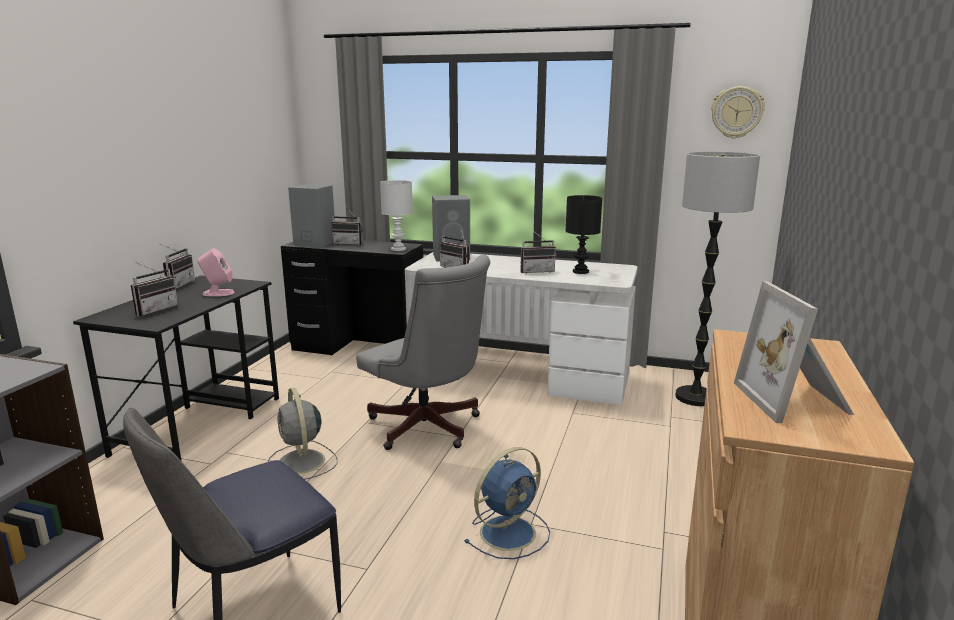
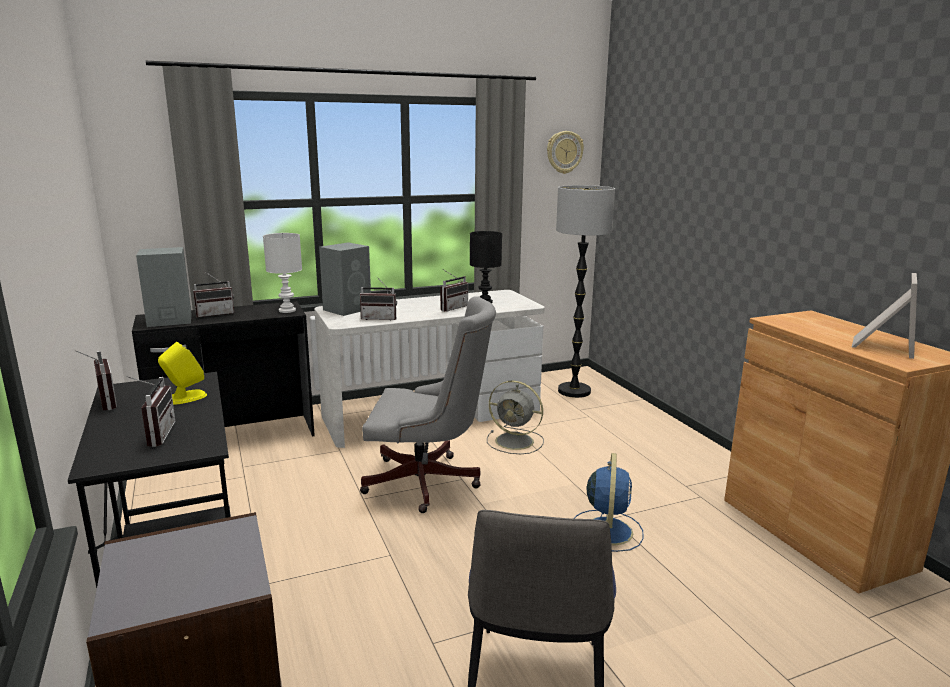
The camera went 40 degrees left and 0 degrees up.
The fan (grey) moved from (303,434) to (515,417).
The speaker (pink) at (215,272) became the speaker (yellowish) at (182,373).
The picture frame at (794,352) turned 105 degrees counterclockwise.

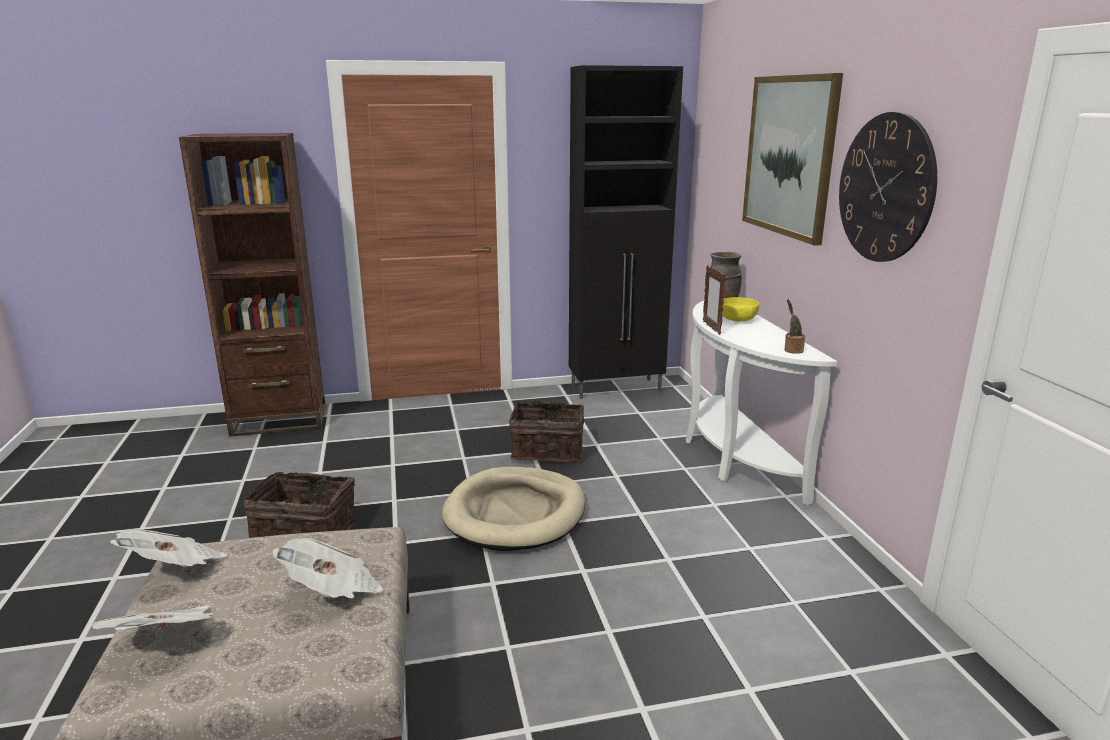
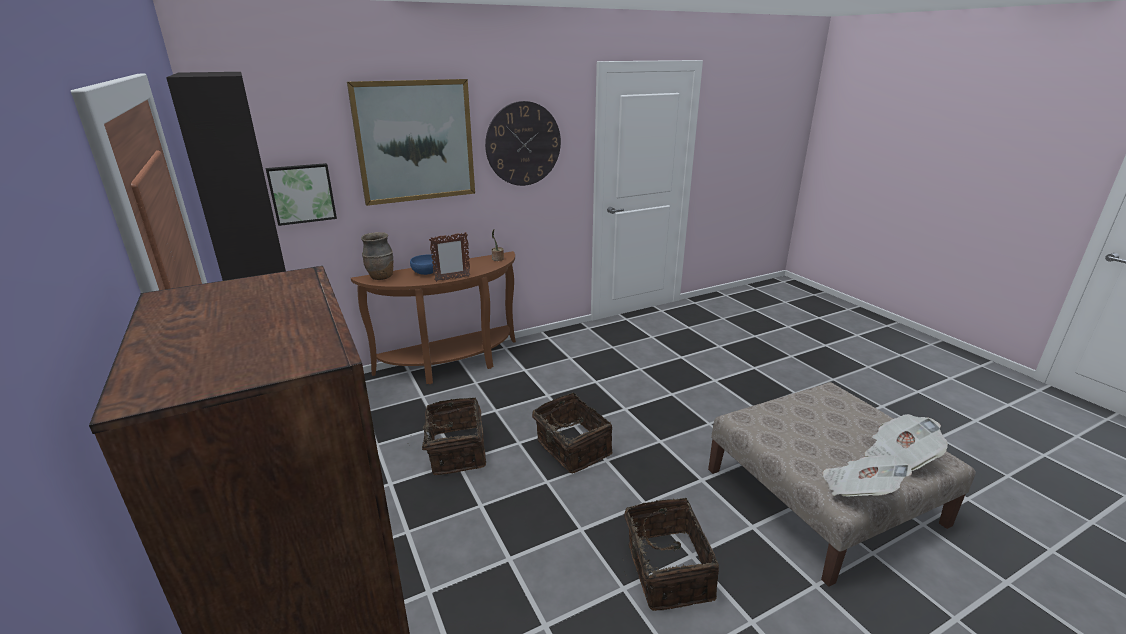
The camera went 105 degrees left and 5 degrees up.
The newspaper at (327,568) disappeared.
The picture at (301,194) appeared.
The dog bed (beige) at (513,509) was replaced by the household basket at (572,433).
The console table (whitish) at (762,403) became the console table (brown-coloured) at (433,317).
The bowl (yellowish) at (740,309) became the bowl (blue-coloured) at (424,264).

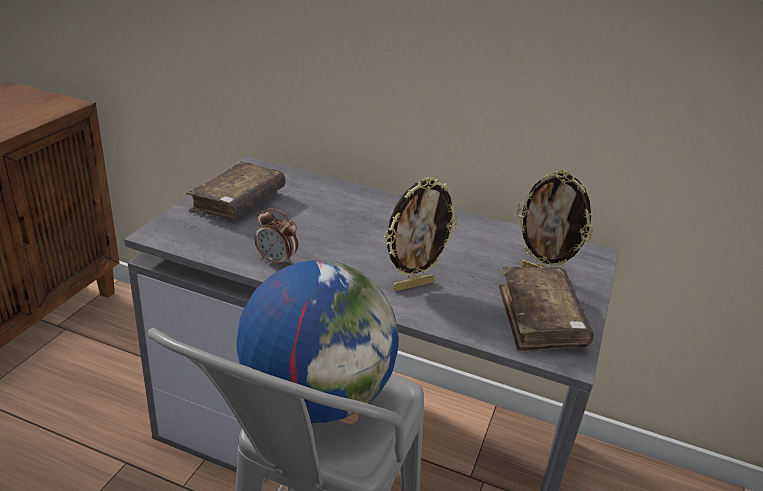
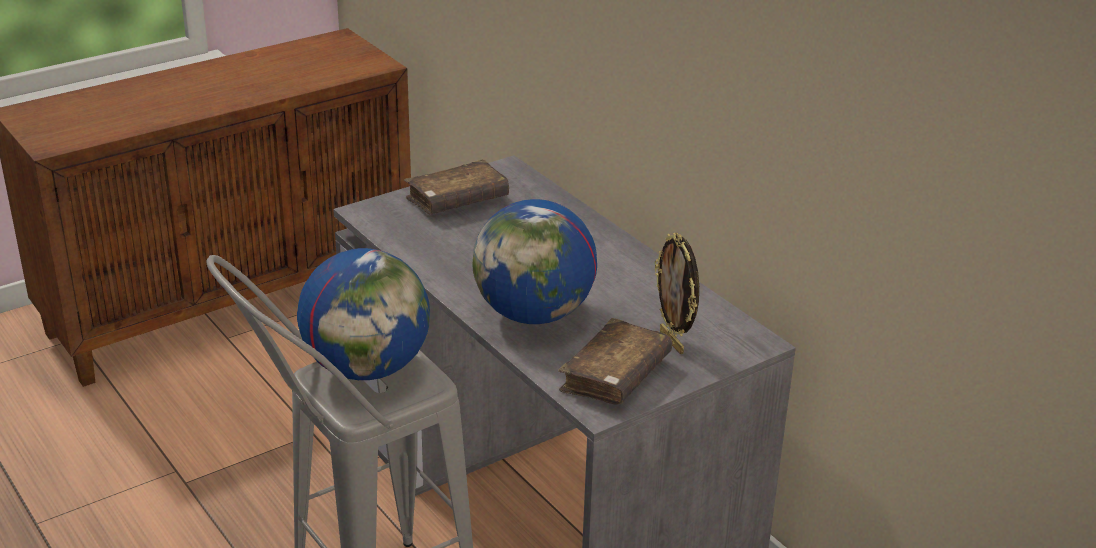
The camera went 35 degrees right and 0 degrees up.
The table clock at (276,238) disappeared.
The picture frame at (421,234) was replaced by the desk globe at (534,261).

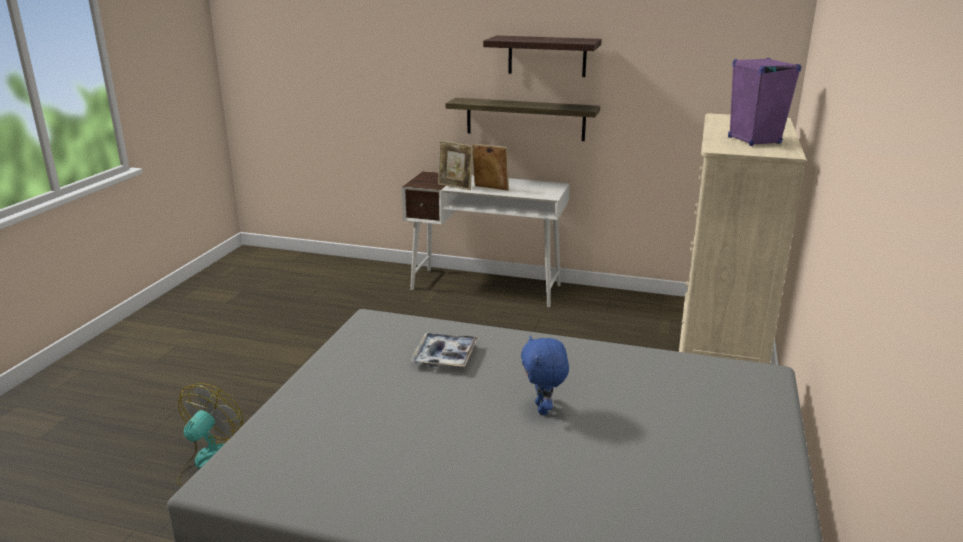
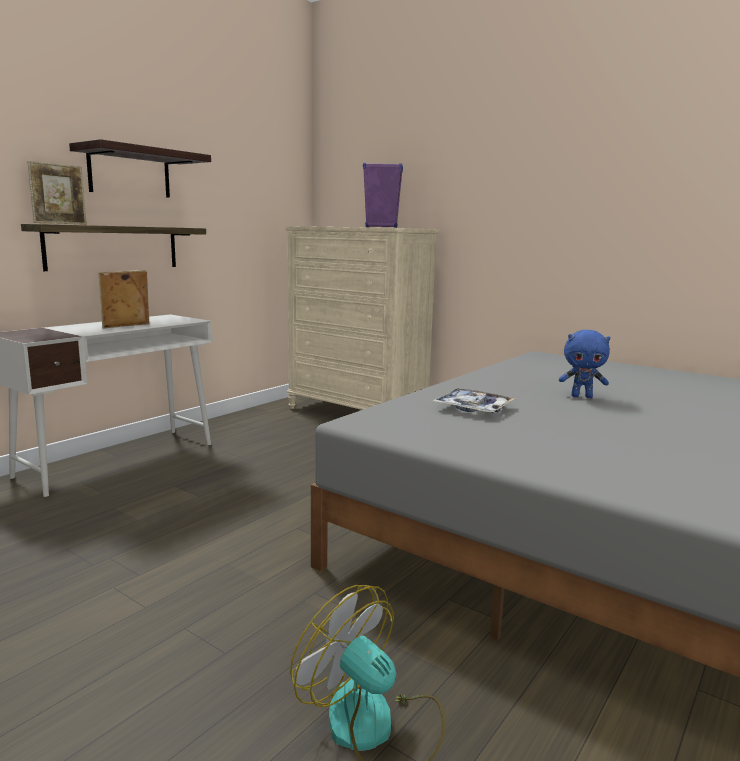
The camera went 70 degrees left and 10 degrees down.
The picture frame moved from (455,165) to (57,193).

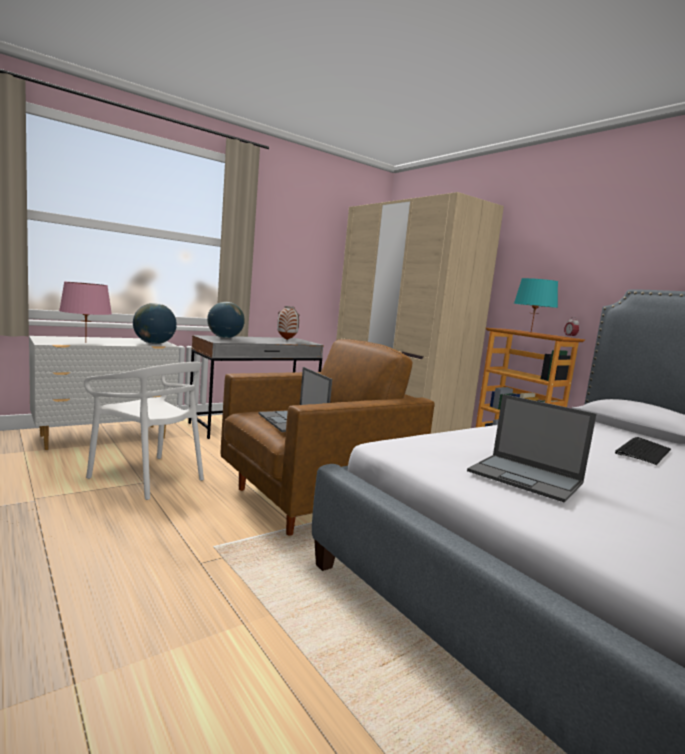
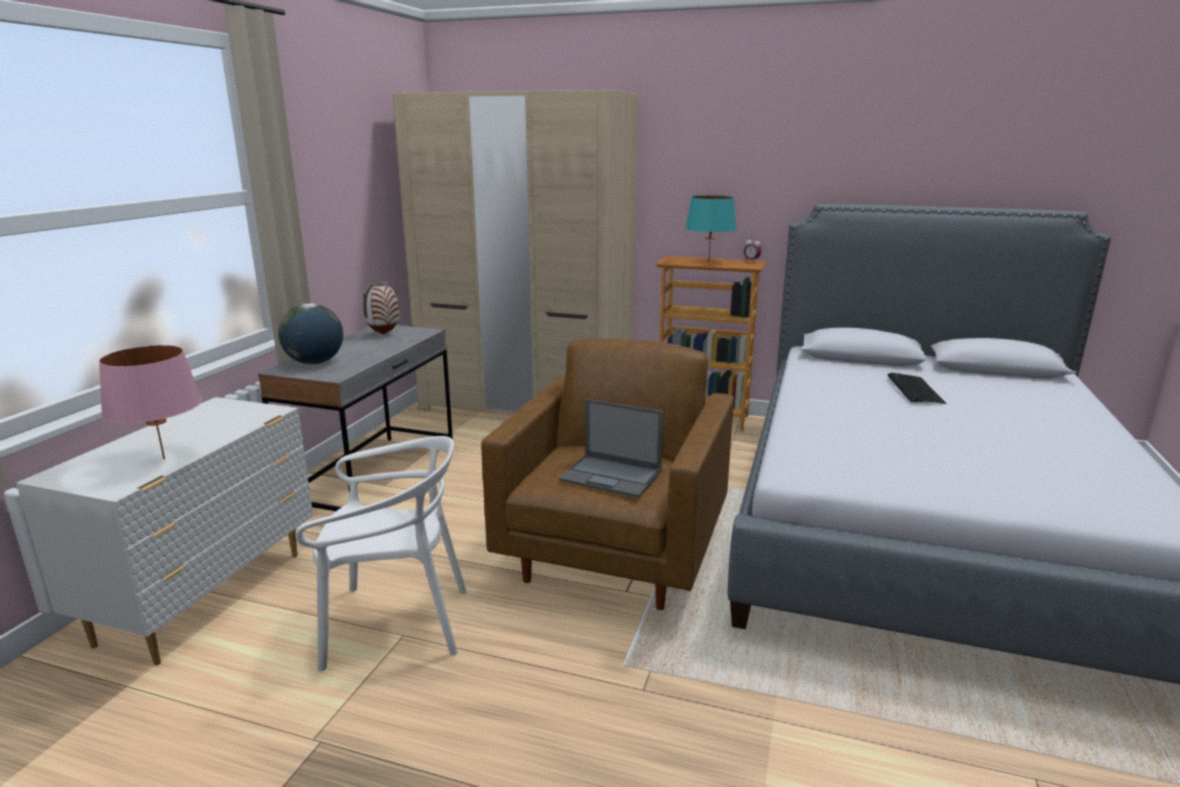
The camera went 35 degrees left and 10 degrees up.
The desk globe at (155,323) disappeared.
The portable computer at (532,448) disappeared.

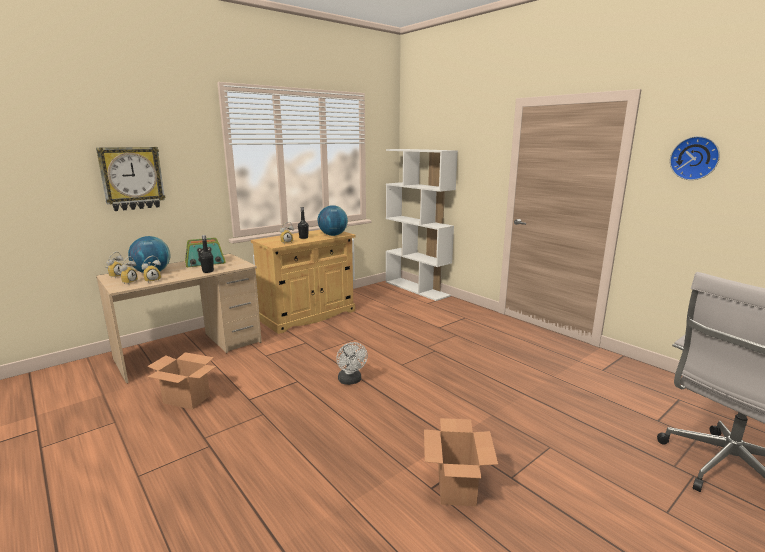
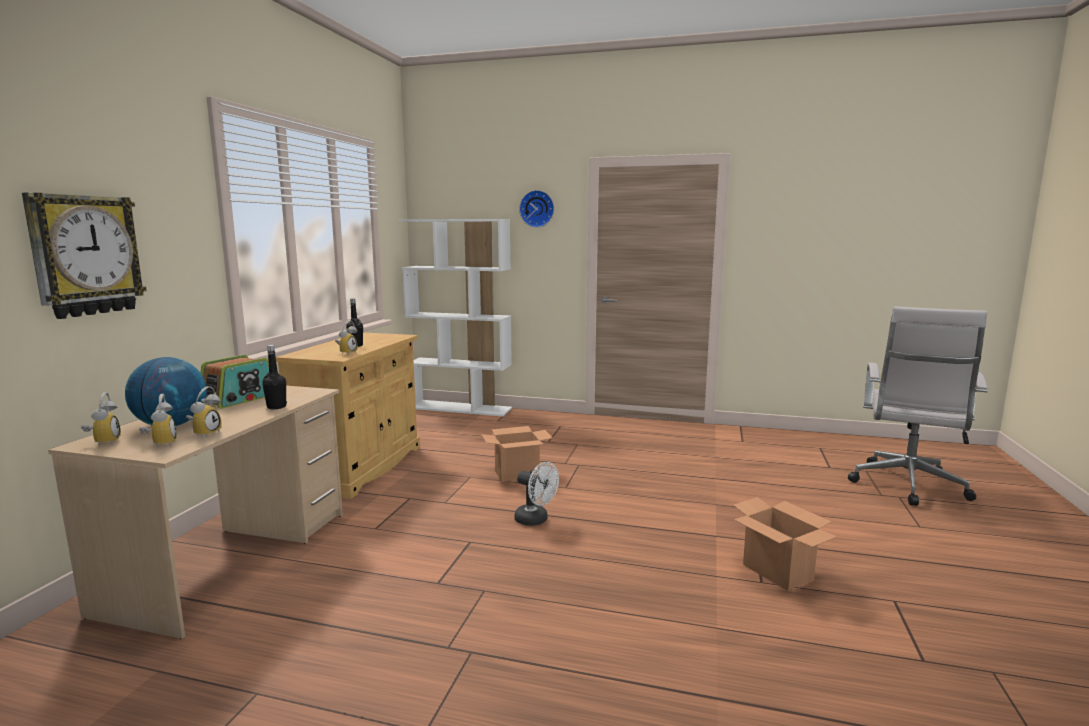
The camera went 35 degrees left and 5 degrees down.
The desk globe at (333,220) disappeared.
The cardboard box moved from (181,381) to (517,454).
The hanging clock moved from (695,158) to (536,209).

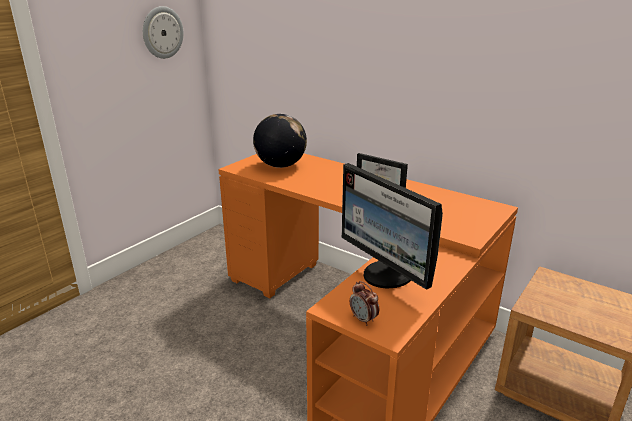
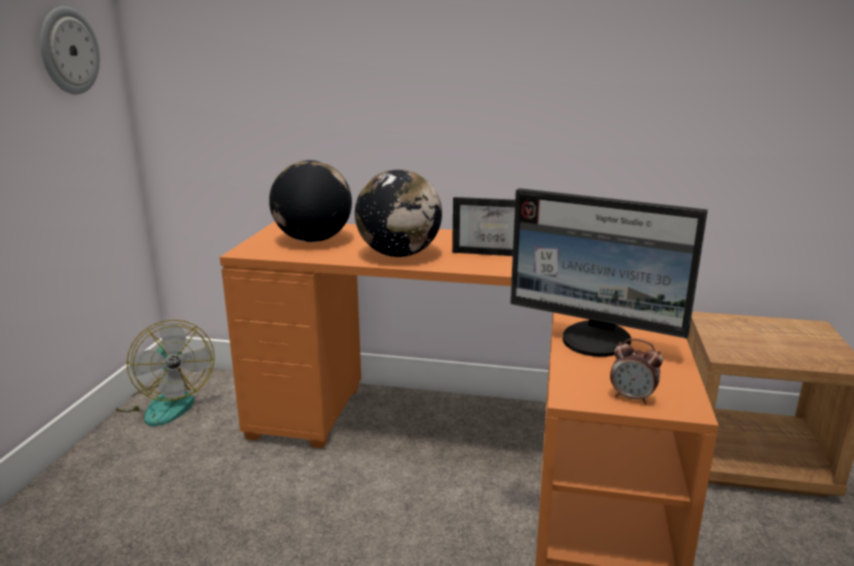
The camera went 25 degrees left and 5 degrees down.
The fan at (165,372) appeared.
The desk globe at (398,213) appeared.

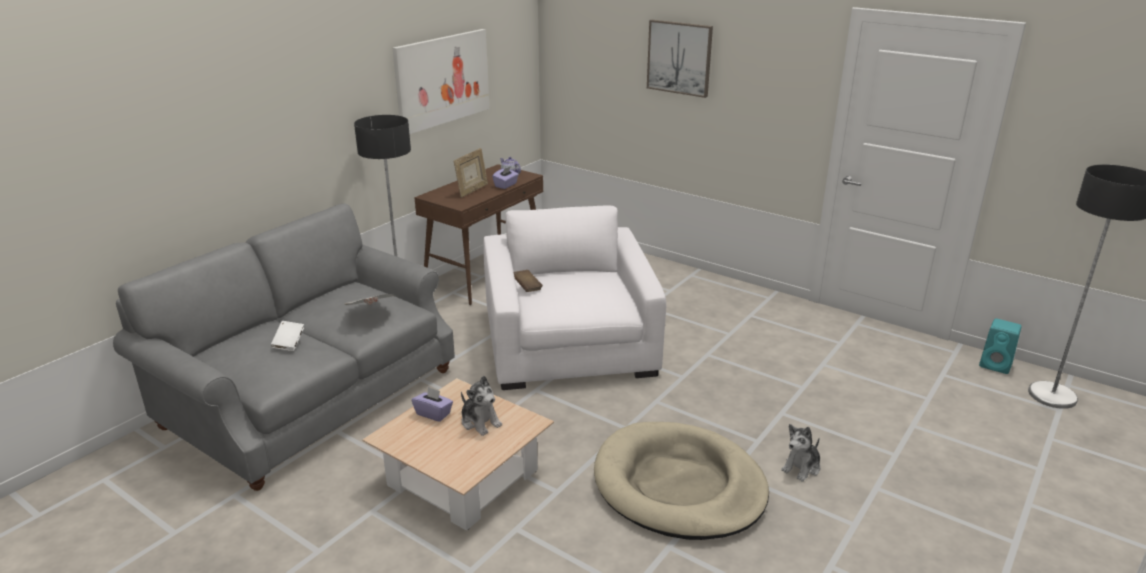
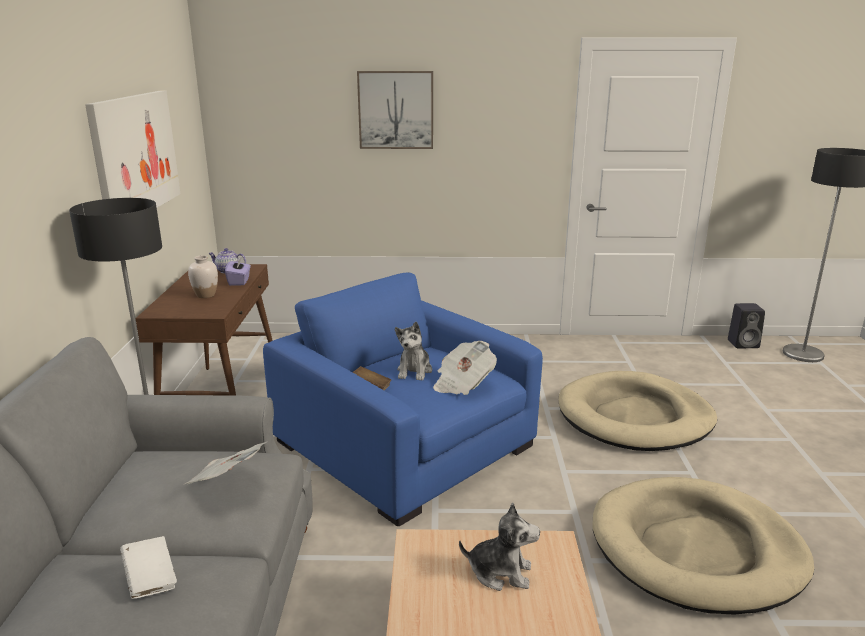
The camera went 35 degrees left and 5 degrees down.
The tissue holder (purple) at (432,404) disappeared.
The newspaper at (465,368) appeared.
The dog bed (beige) at (638,411) appeared.
The plush toy moved from (800,453) to (413,351).
The picture frame at (471,172) was replaced by the decorative vase (whitish) at (203,276).
The easy chair (whitish) at (574,297) became the easy chair (blue-coloured) at (403,399).
The speaker (blue-green) at (1000,346) became the speaker (black-coloured) at (746,325).

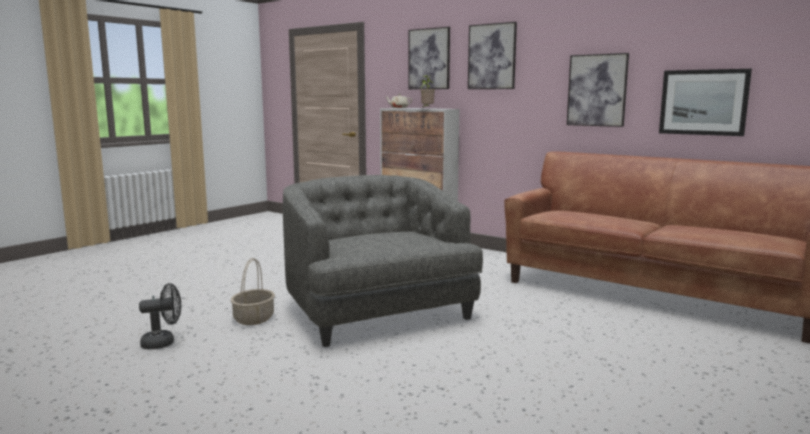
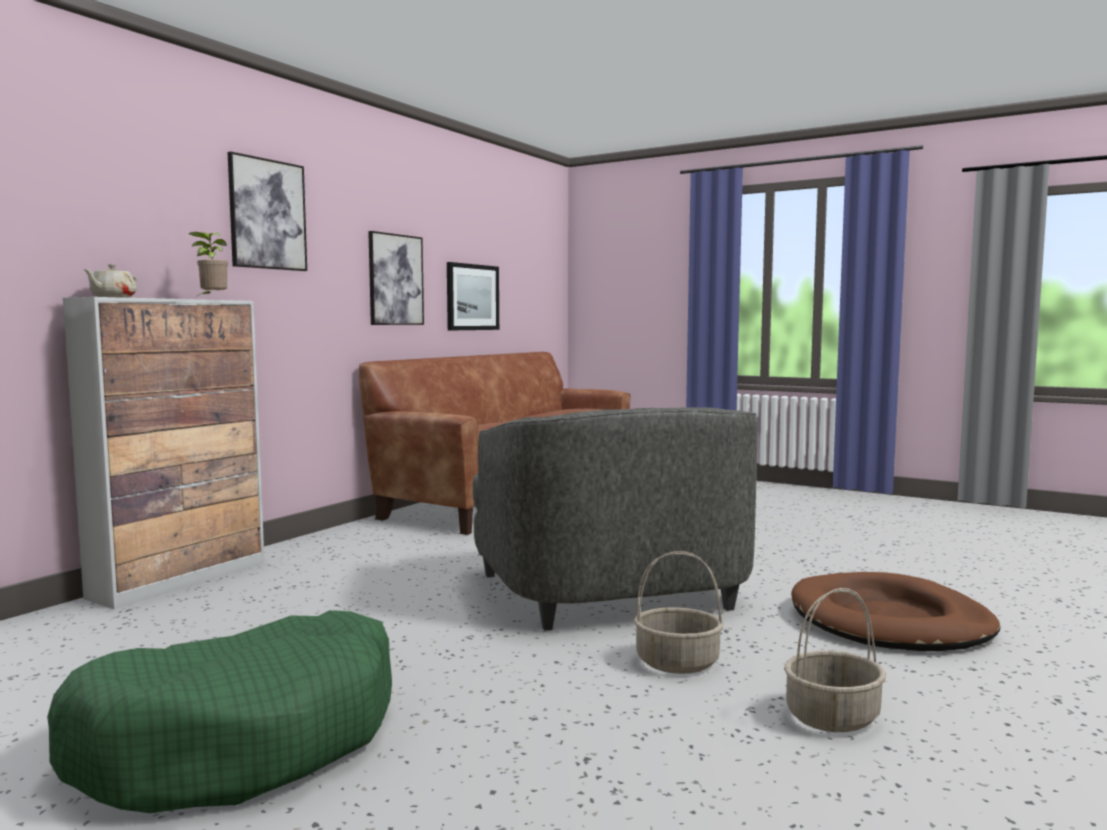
The camera went 95 degrees left and 5 degrees down.
The picture at (429,58) disappeared.
The dog bed (green) at (219,711) appeared.
The dog bed (brown-coloured) at (895,611) appeared.
The fan (black-coloured) at (160,316) was replaced by the household basket at (835,660).
The easy chair (grey) at (383,261) turned 75 degrees counterclockwise.

